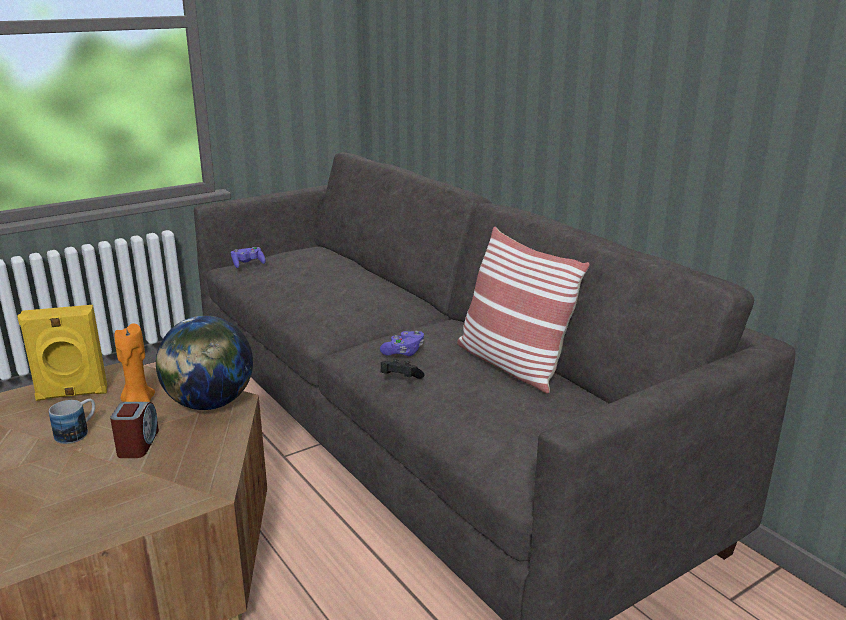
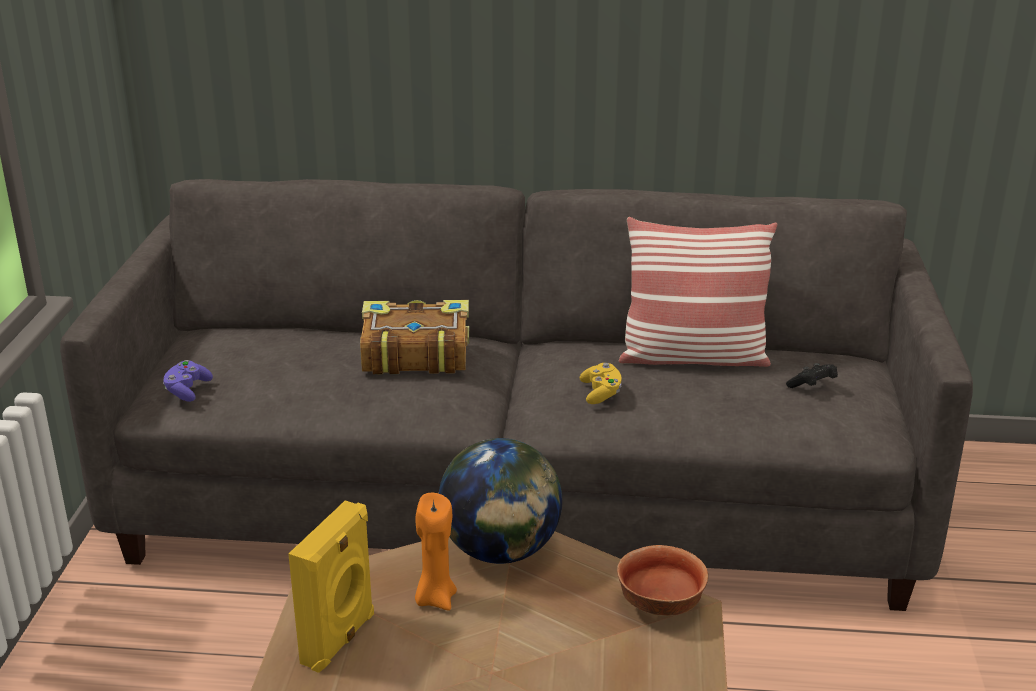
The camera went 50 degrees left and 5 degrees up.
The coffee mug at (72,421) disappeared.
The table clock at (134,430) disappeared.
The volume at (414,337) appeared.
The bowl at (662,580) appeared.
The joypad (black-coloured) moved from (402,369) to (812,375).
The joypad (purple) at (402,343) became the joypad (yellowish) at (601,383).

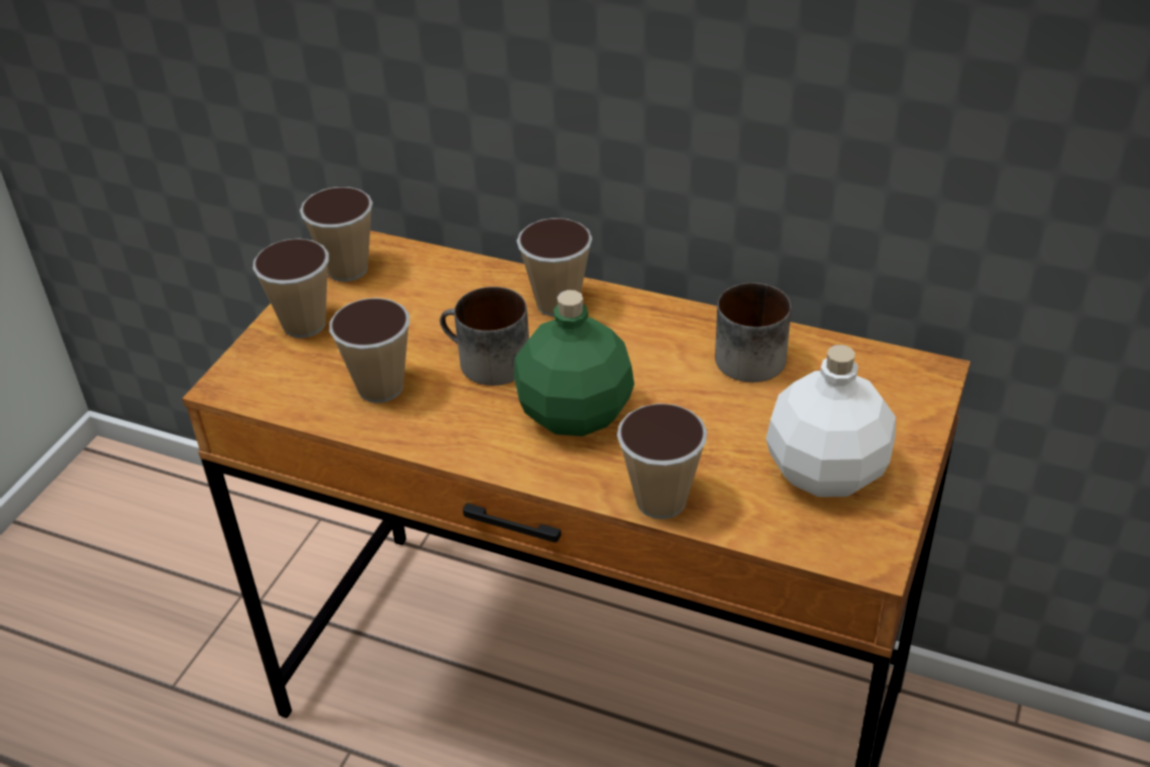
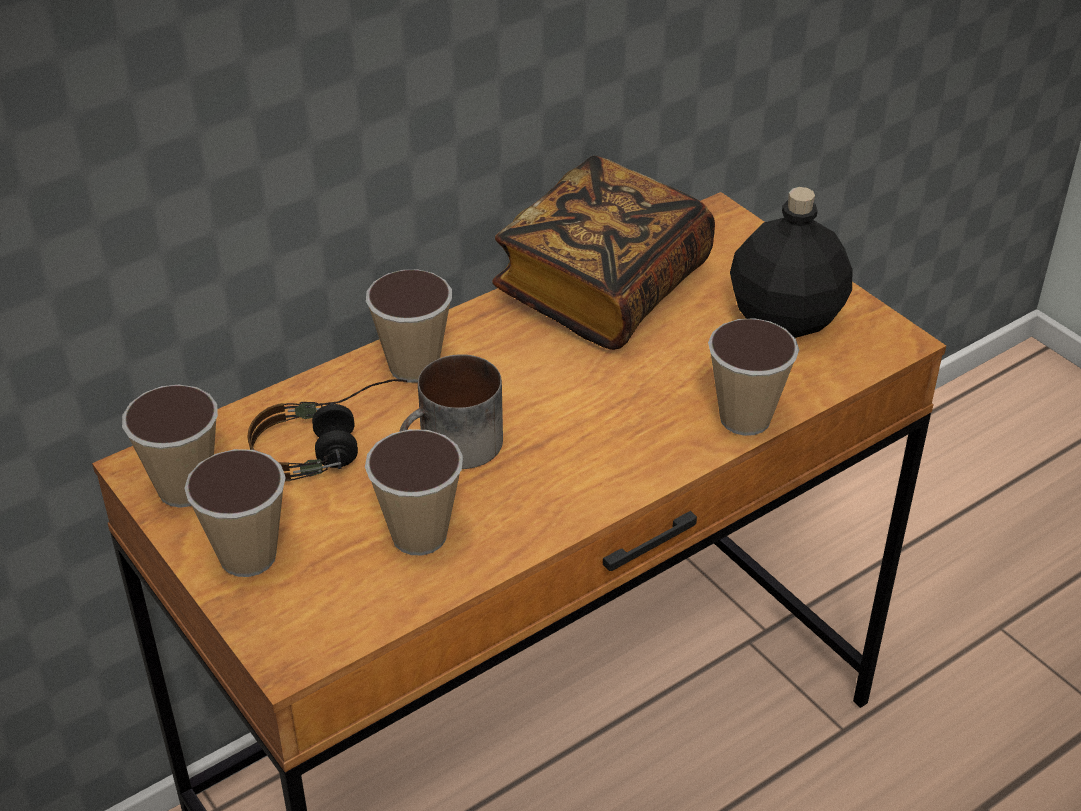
The camera went 60 degrees left and 0 degrees up.
The drink bottle (green) at (574,363) disappeared.
The headphones at (327,430) appeared.
The coffee mug at (753,332) was replaced by the volume at (603,253).
The drink bottle (whitish) at (831,421) became the drink bottle (black-coloured) at (791,262).

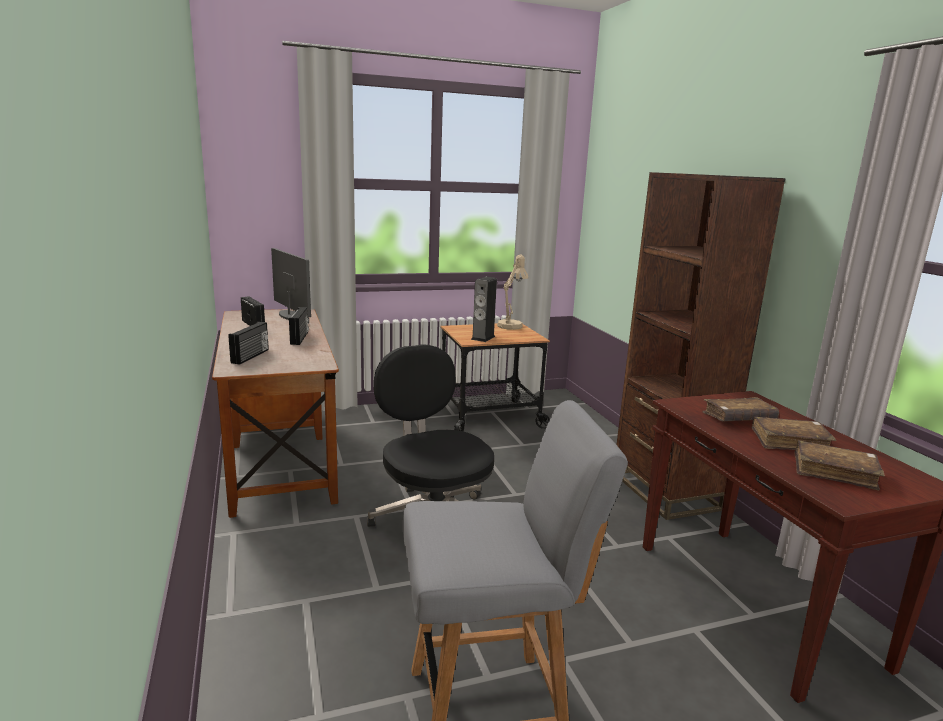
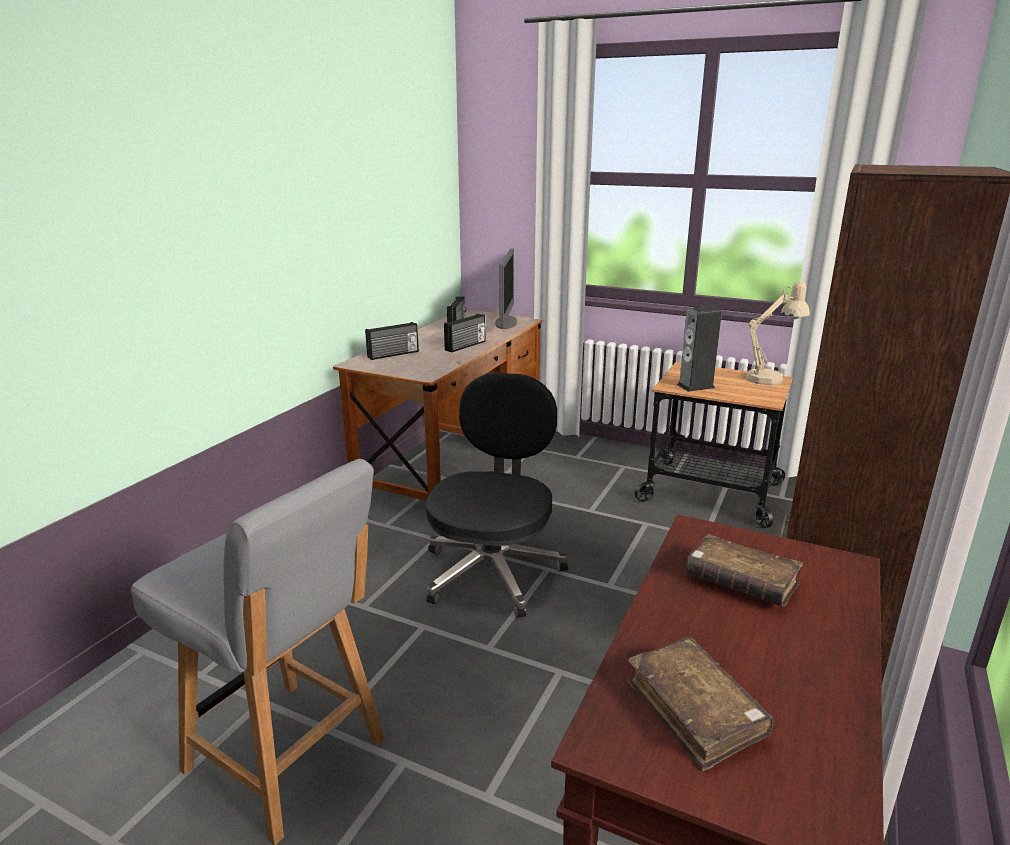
The camera went 45 degrees right and 5 degrees up.
The volume (brown-coloured) at (794,433) disappeared.

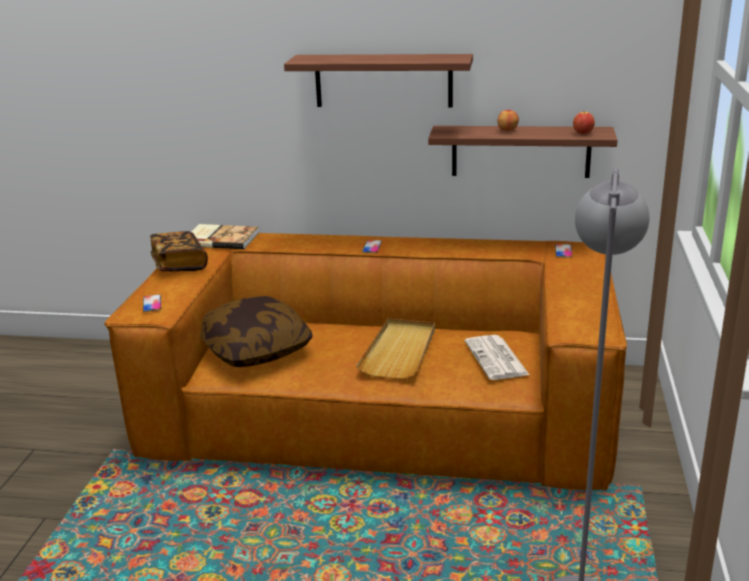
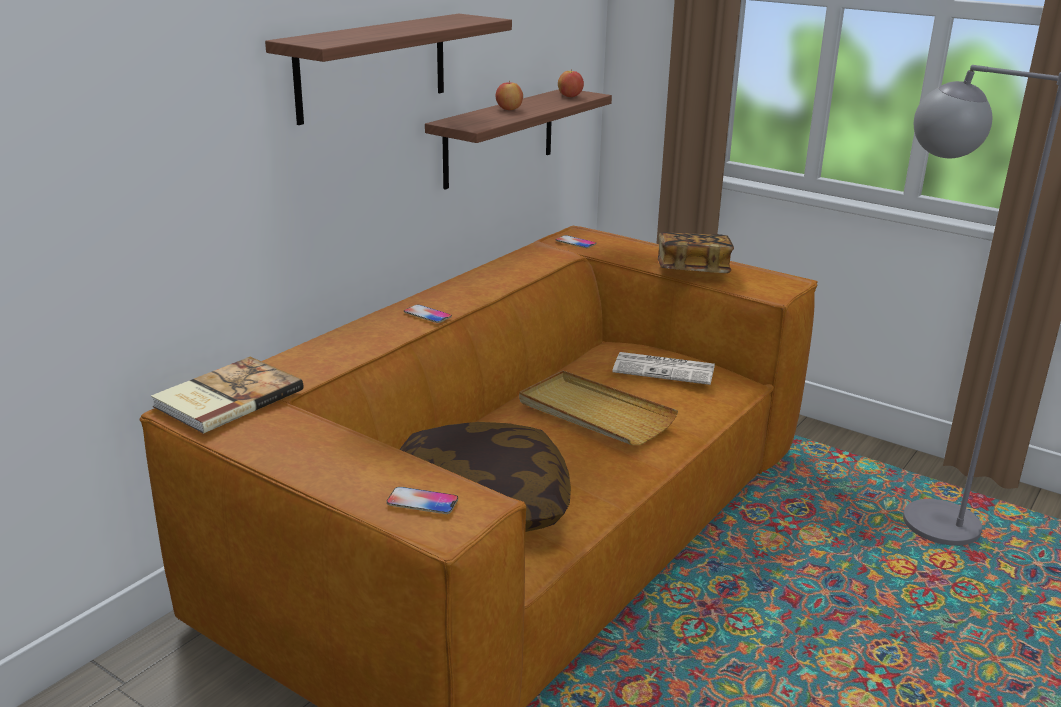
The camera went 65 degrees left and 0 degrees up.
The volume moved from (179,251) to (696,252).

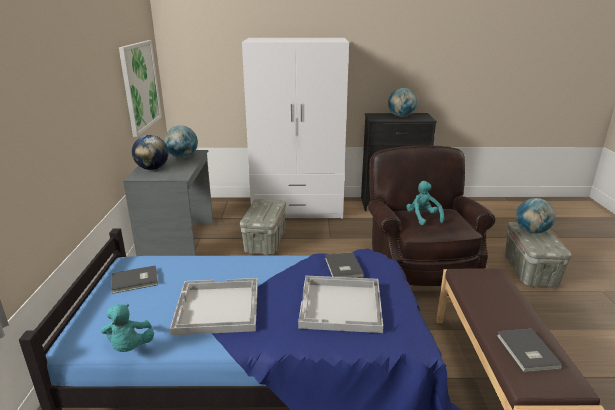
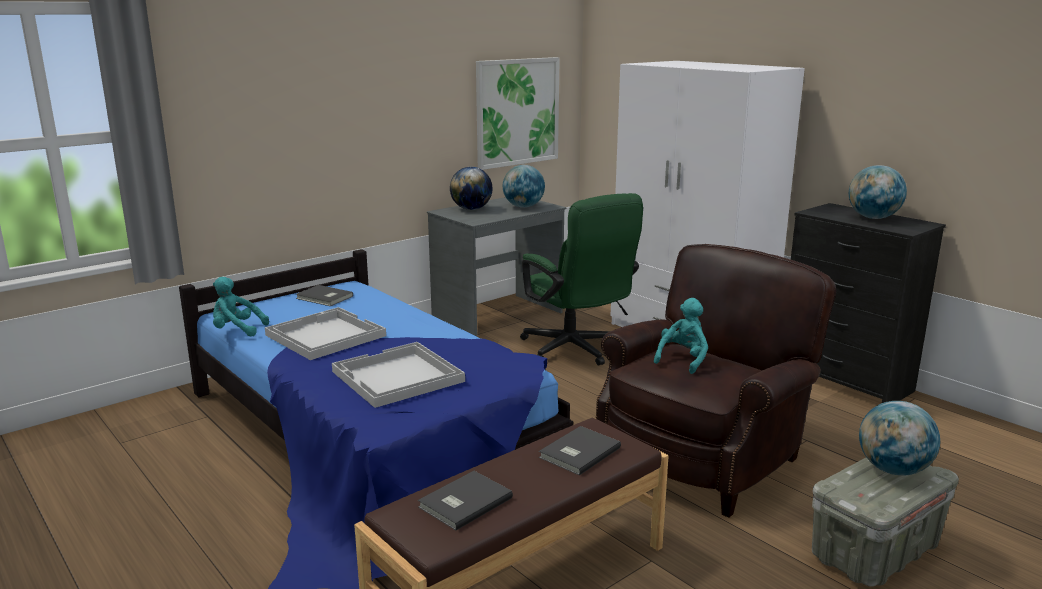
The camera went 50 degrees right and 5 degrees down.
The volume (grey) moved from (344,265) to (580,450).
The storage bin (grey) at (263,227) was replaced by the computer chair (green) at (581,279).
The plush toy (blue-green) at (127,328) turned 60 degrees clockwise.

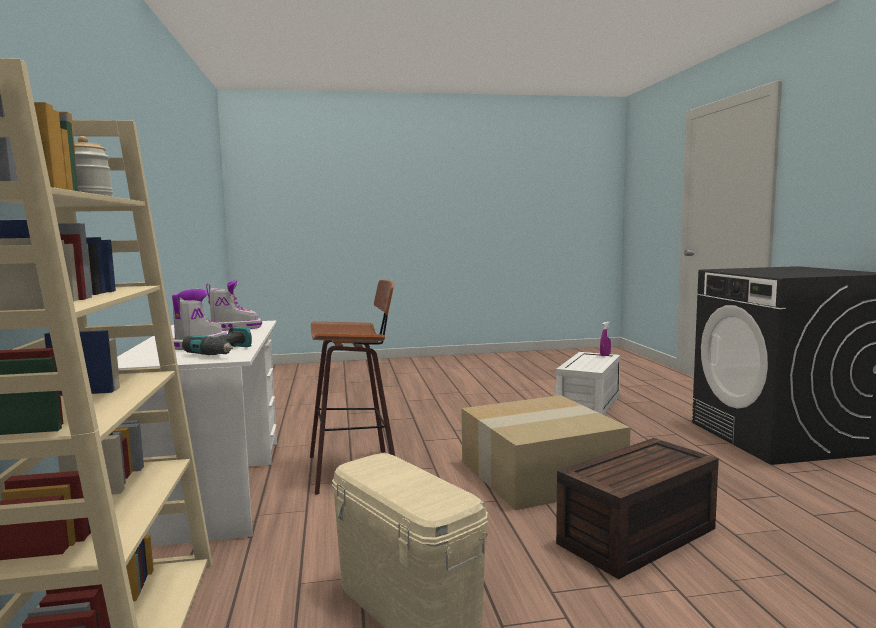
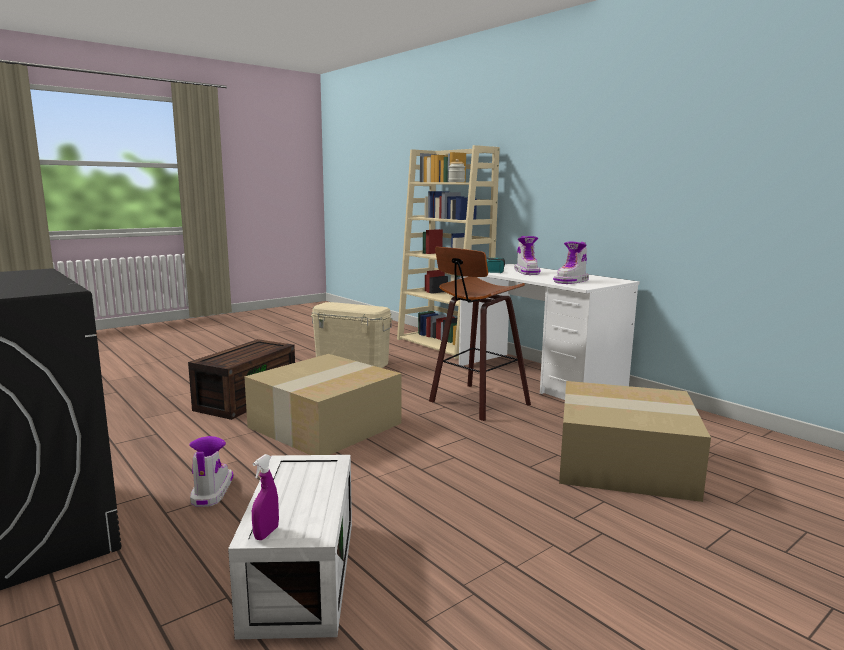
The camera went 150 degrees right and 5 degrees up.
The high-top boot at (211,471) appeared.
The cardboard box at (635,441) appeared.

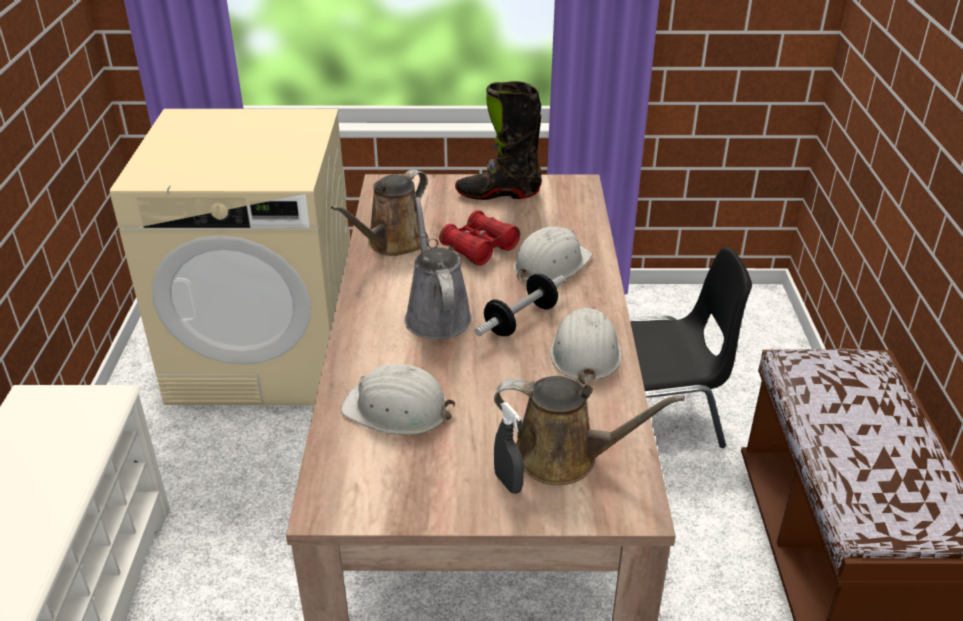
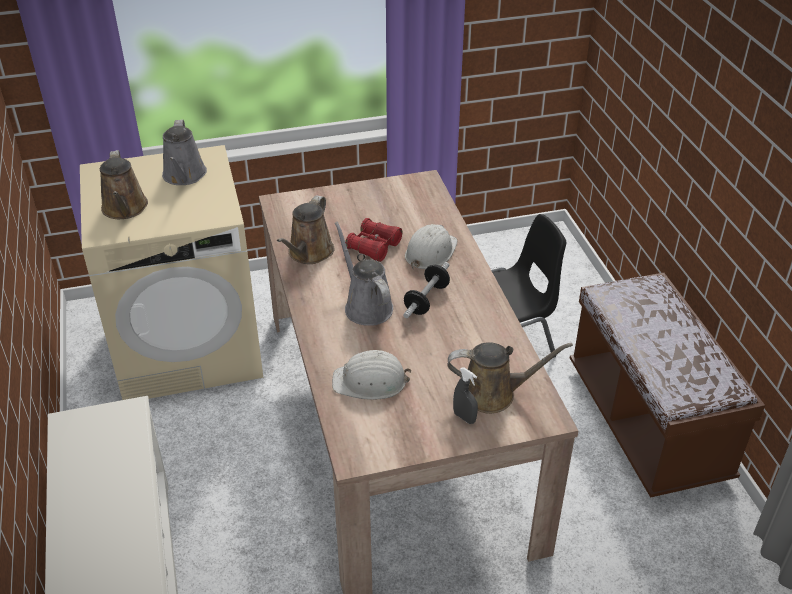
The camera went 15 degrees left and 5 degrees up.
The high-top boot (black-coloured) at (498,140) disappeared.
The work helmet (whitish) at (586,346) disappeared.
The watering can (brown-coloured) at (124,184) appeared.
The watering can (grey) at (184,152) appeared.

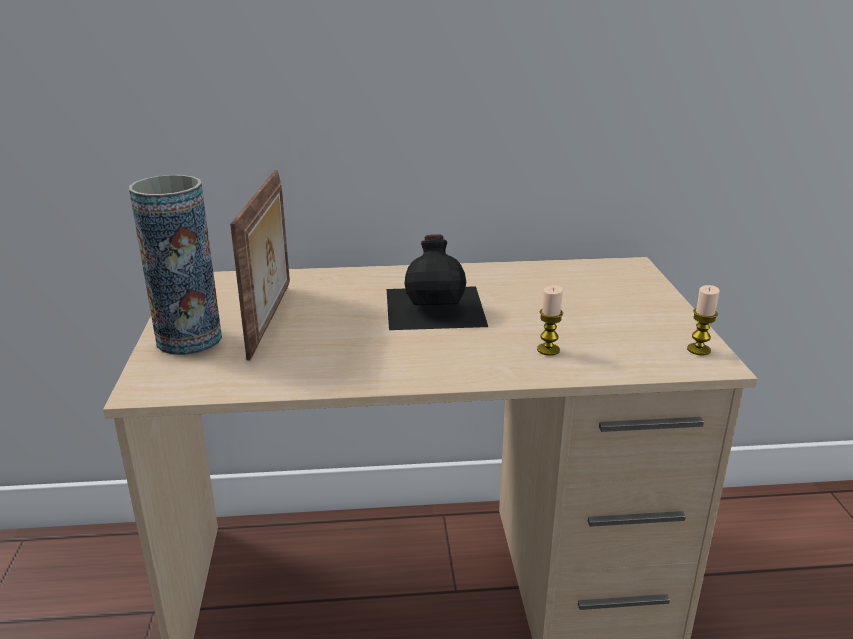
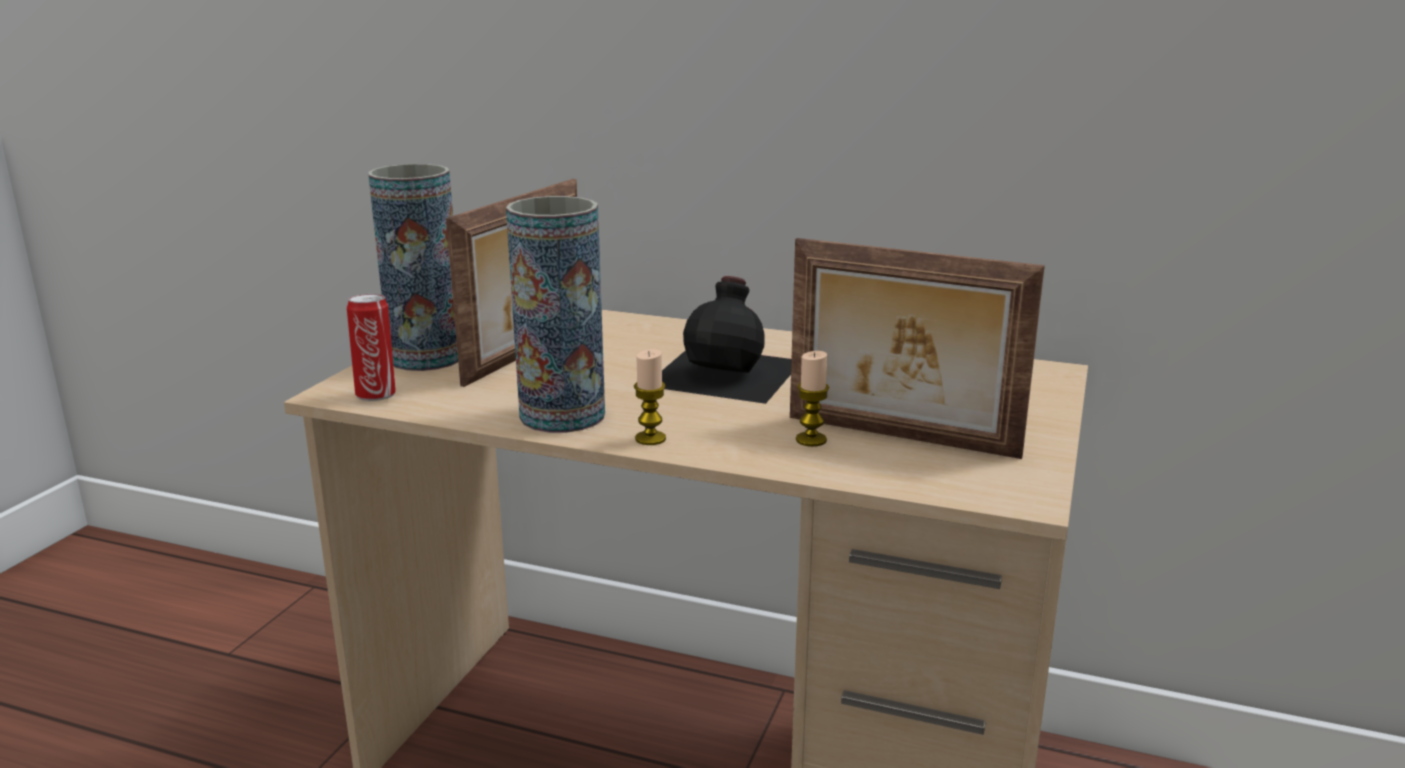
The camera went 25 degrees right and 5 degrees down.
The can at (371,347) appeared.
The decorative vase at (555,314) appeared.
The picture frame at (917,348) appeared.
The wax light moved from (703,320) to (650,397).

